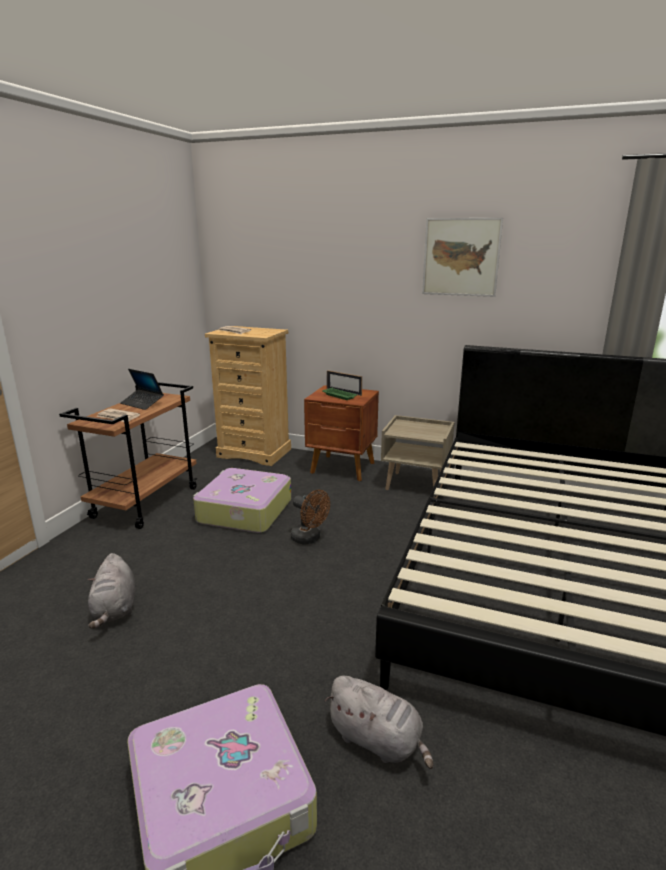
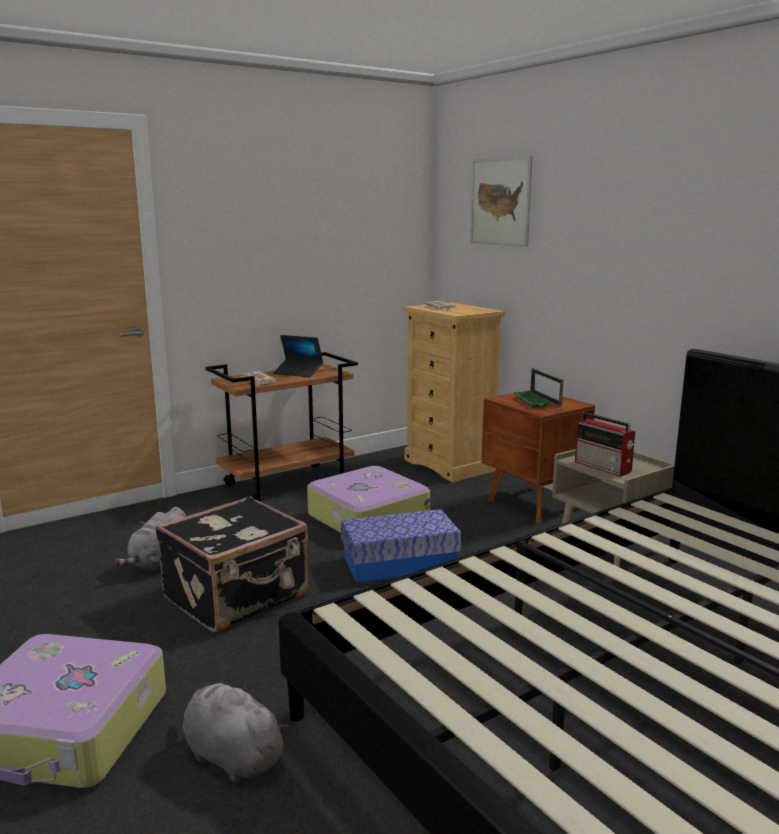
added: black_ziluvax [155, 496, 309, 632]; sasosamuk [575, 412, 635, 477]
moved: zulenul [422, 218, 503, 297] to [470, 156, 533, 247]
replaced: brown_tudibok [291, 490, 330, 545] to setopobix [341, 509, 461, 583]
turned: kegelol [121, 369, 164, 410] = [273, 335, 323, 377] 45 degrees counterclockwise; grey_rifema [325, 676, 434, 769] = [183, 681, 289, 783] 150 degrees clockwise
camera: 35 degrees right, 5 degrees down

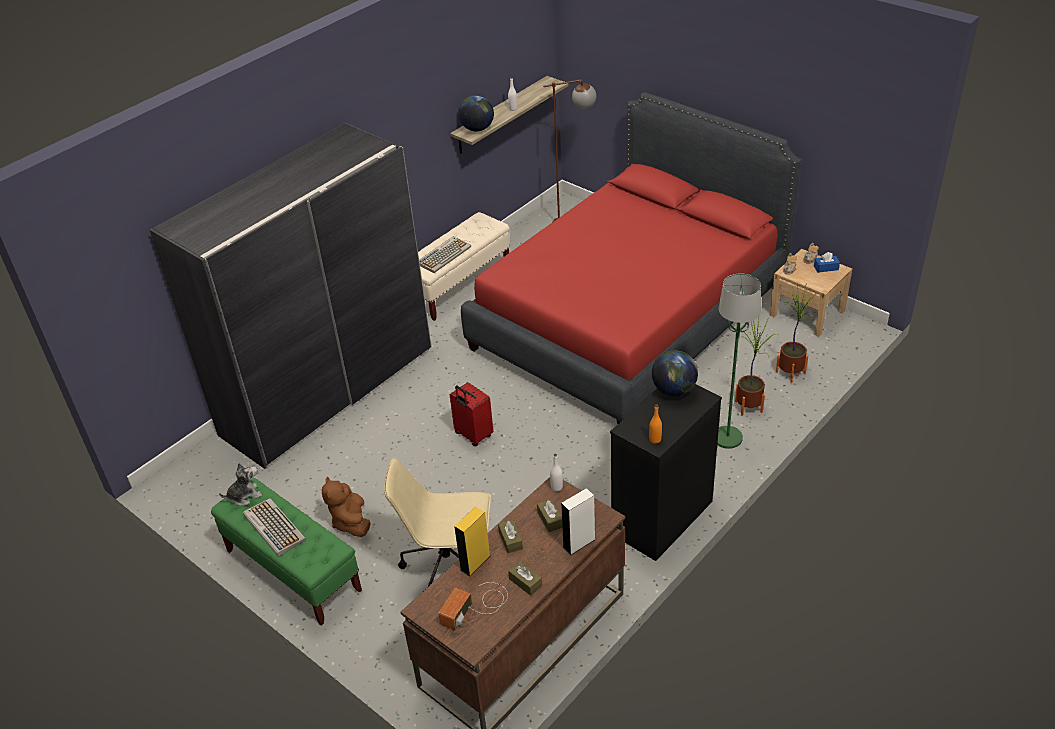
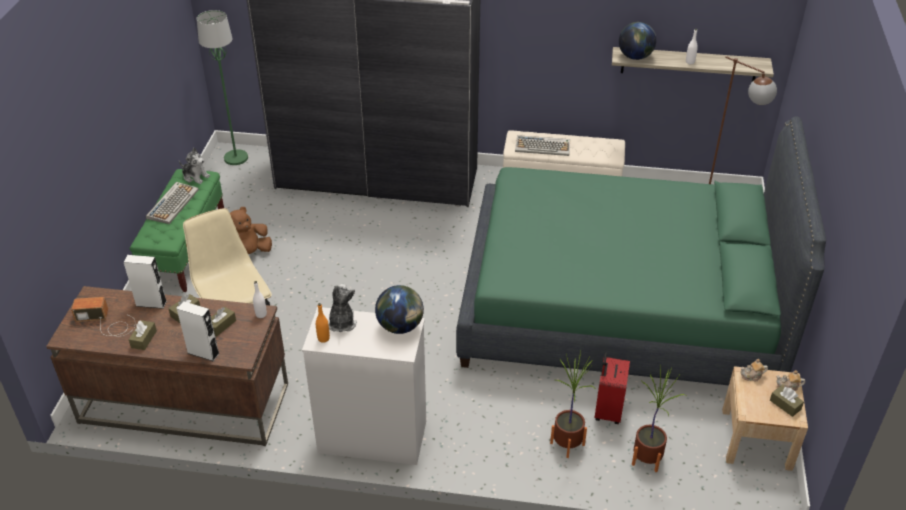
added: rifema [328, 284, 357, 332]
moved: red_ziluvax [450, 382, 493, 446] to [595, 352, 630, 424]; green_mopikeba [717, 273, 761, 449] to [197, 10, 248, 165]
recoloured: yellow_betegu [454, 507, 490, 577] to white_betegu [124, 255, 167, 309]; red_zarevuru [461, 92, 801, 424] to green_zarevuru [456, 116, 826, 385]; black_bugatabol [610, 384, 722, 561] to white_bugatabol [302, 307, 426, 465]; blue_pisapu [814, 252, 840, 273] to brown_pisapu [770, 386, 804, 417]
camera: 55 degrees right, 0 degrees up

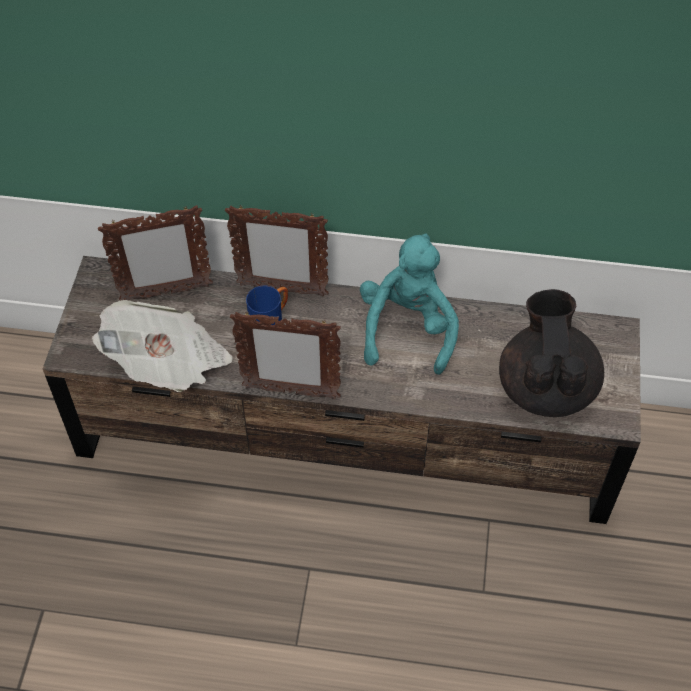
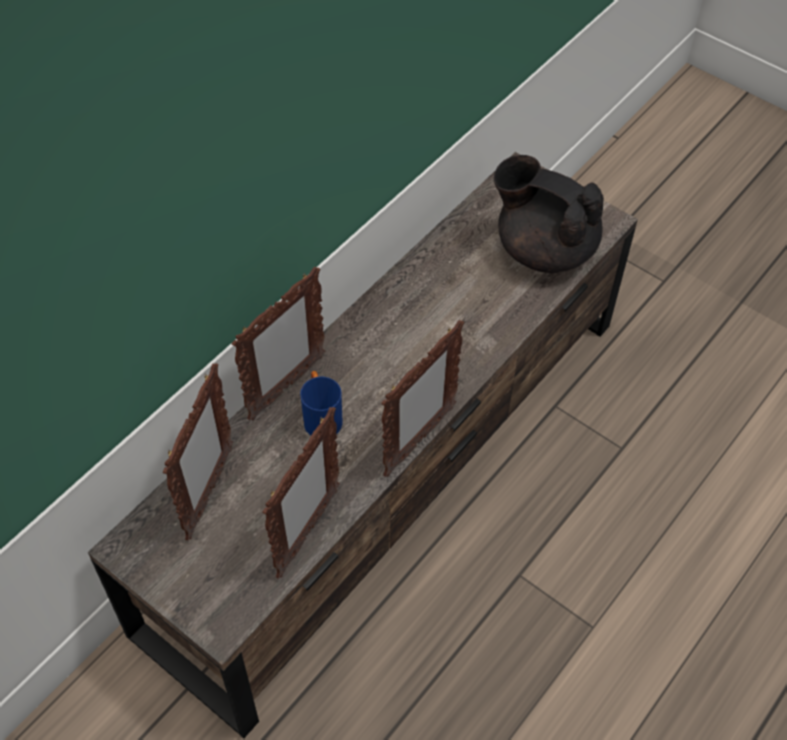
removed: turquoise_rifema [360, 233, 459, 375]
replaced: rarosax [92, 300, 233, 392] to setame [262, 407, 340, 579]
camera: 60 degrees left, 0 degrees up

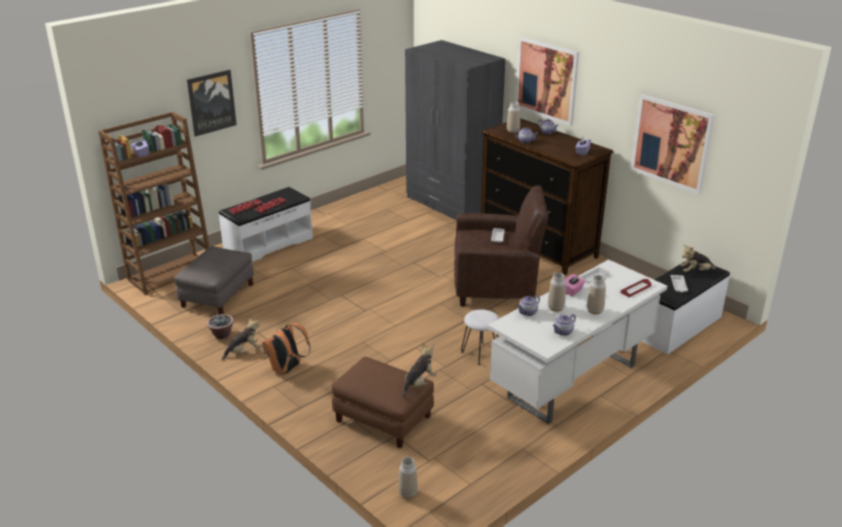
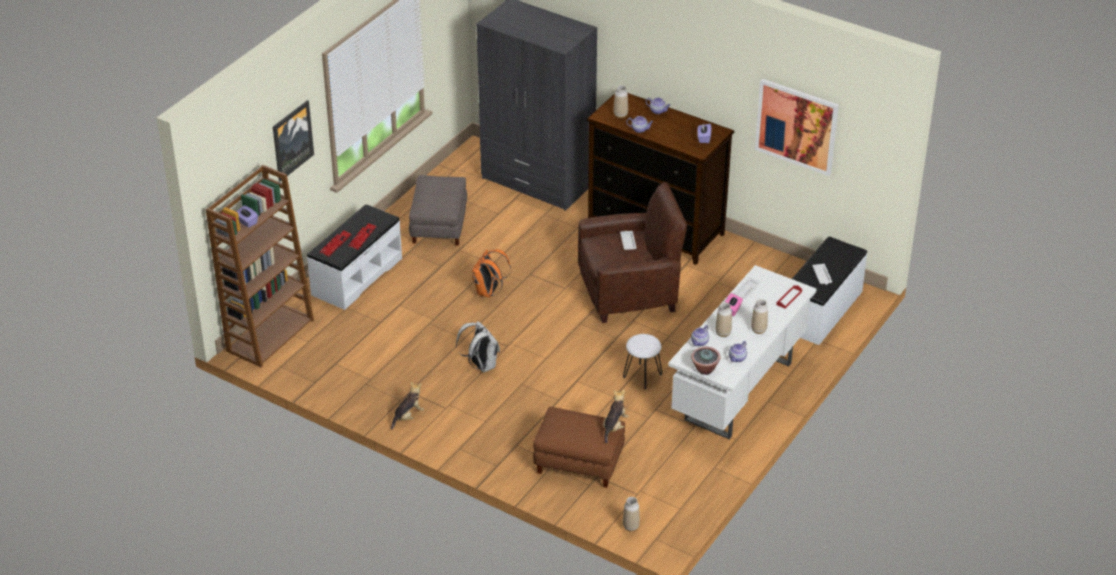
removed: zulenul [515, 36, 579, 126]; rifema [680, 245, 717, 272]
added: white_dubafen [456, 321, 500, 372]
moved: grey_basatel [174, 246, 254, 315] to [409, 175, 467, 246]; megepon [207, 314, 234, 339] to [691, 347, 721, 375]; orange_dubafen [262, 323, 311, 375] to [472, 249, 511, 298]
camera: 15 degrees left, 10 degrees up

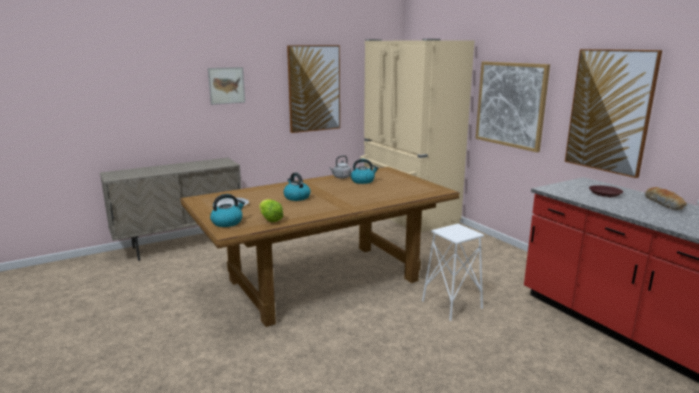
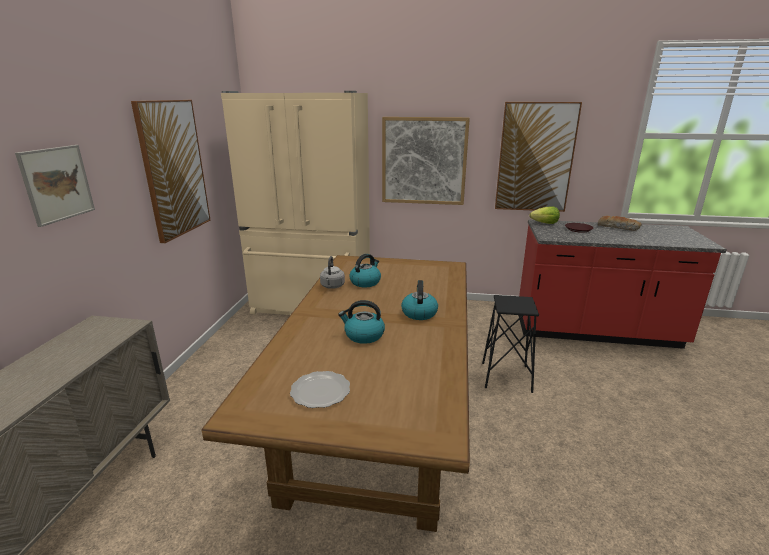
moved: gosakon [210, 194, 245, 227] to [401, 280, 438, 320]; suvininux [259, 199, 284, 222] to [529, 206, 560, 224]
recoloured: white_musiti [422, 224, 484, 321] to black_musiti [482, 295, 539, 393]
camera: 50 degrees left, 5 degrees up

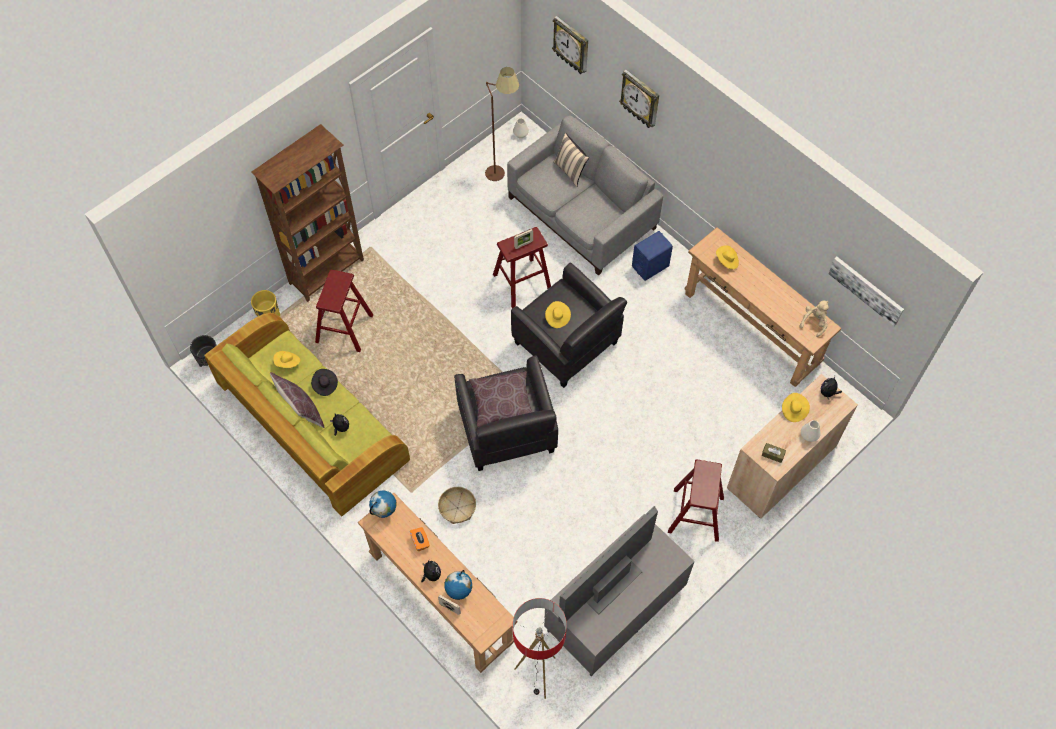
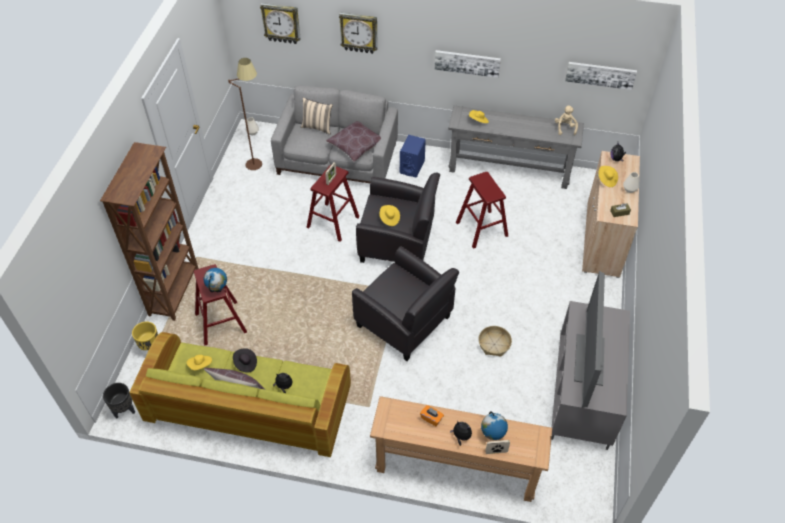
removed: mopikeba [513, 598, 567, 699]
added: zulenul [435, 50, 501, 78]
moved: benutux [369, 491, 397, 518] to [204, 268, 227, 292]; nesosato [438, 487, 476, 524] to [479, 326, 512, 357]; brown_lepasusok [469, 371, 532, 427] to [326, 121, 381, 162]; red_musiti [668, 460, 724, 542] to [456, 172, 508, 249]
recoloured: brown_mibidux [684, 227, 842, 387] to grey_mibidux [448, 106, 584, 189]
camera: 35 degrees left, 10 degrees down

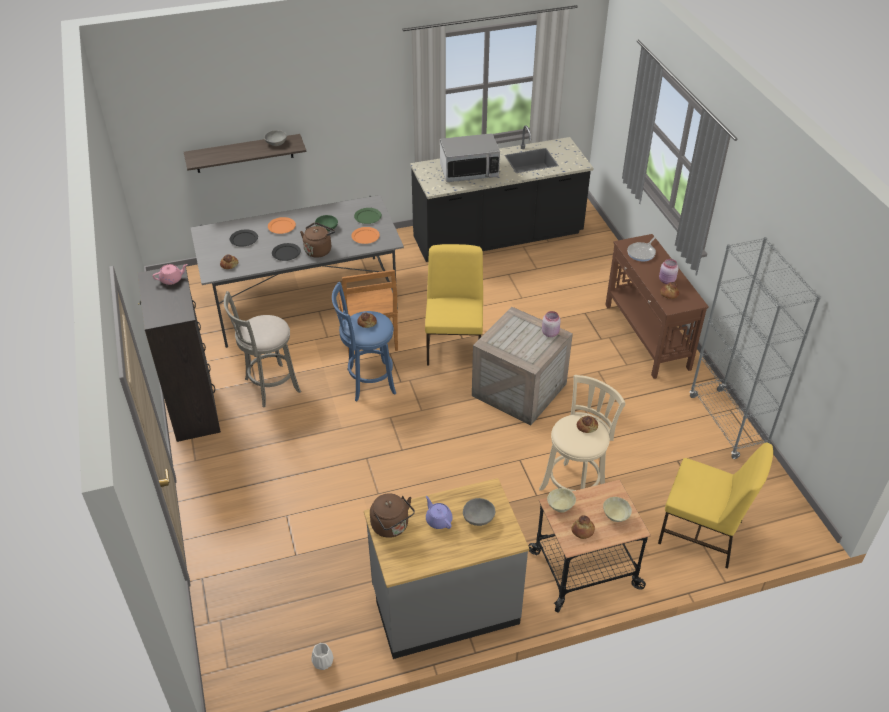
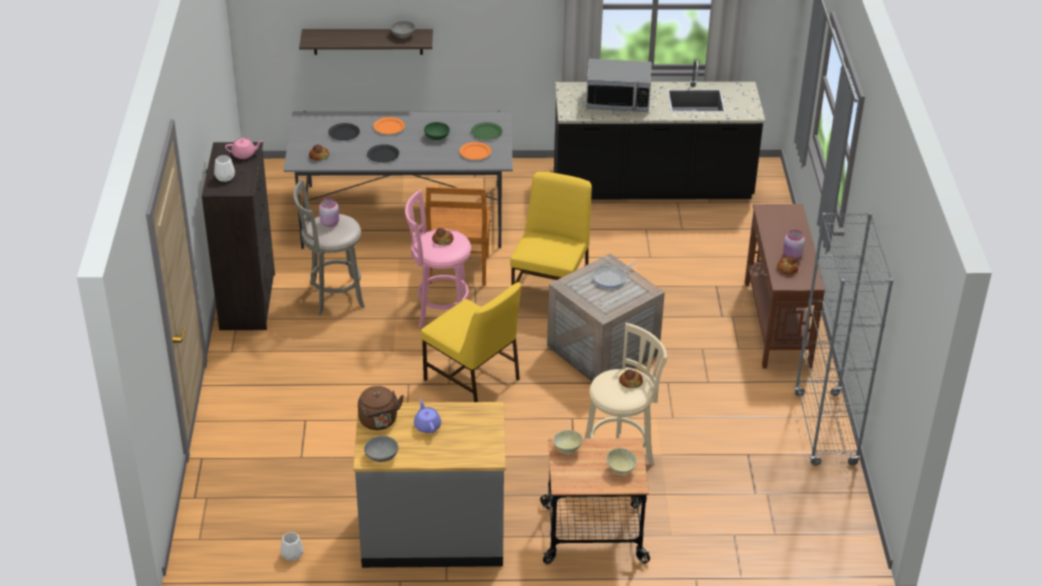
removed: brown_gosakon [300, 222, 335, 258]; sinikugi [571, 515, 595, 539]
added: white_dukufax [214, 155, 235, 182]
moved: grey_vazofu [463, 498, 495, 526] to [364, 436, 398, 462]; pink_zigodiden [542, 311, 561, 337] to [319, 198, 339, 227]; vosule [627, 236, 656, 261] to [593, 262, 637, 289]; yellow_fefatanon [658, 443, 773, 569] to [421, 282, 521, 402]
recoloured: blue_musiti [332, 282, 396, 401] to pink_musiti [405, 190, 471, 328]
camera: 15 degrees right, 5 degrees down

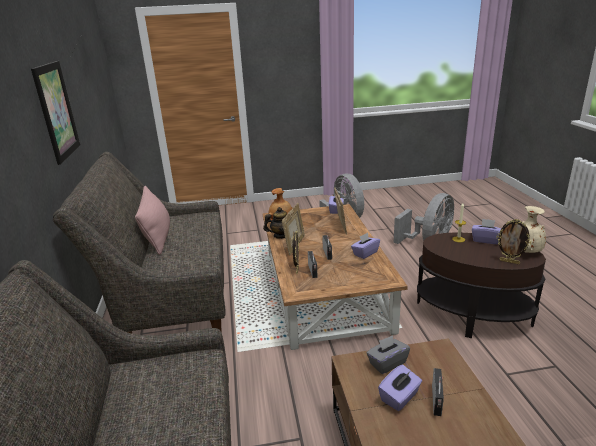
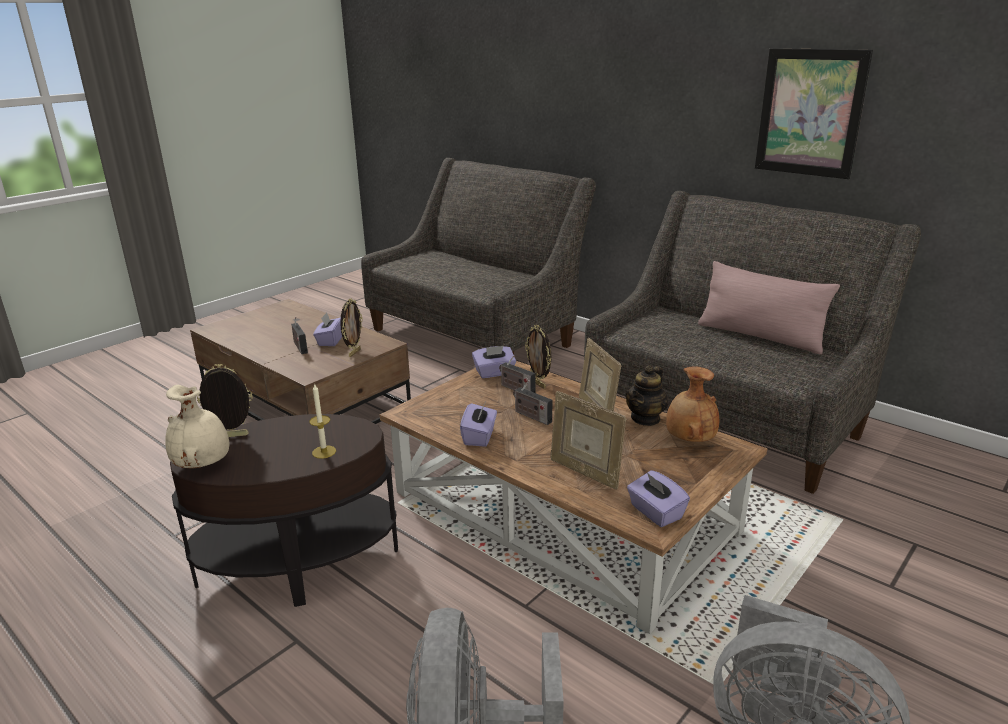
moved: purple_pisapu [472, 219, 502, 244] to [472, 346, 516, 378]
replaced: grey_pisapu [366, 335, 410, 374] to setame [340, 298, 363, 357]
camera: 140 degrees right, 0 degrees up

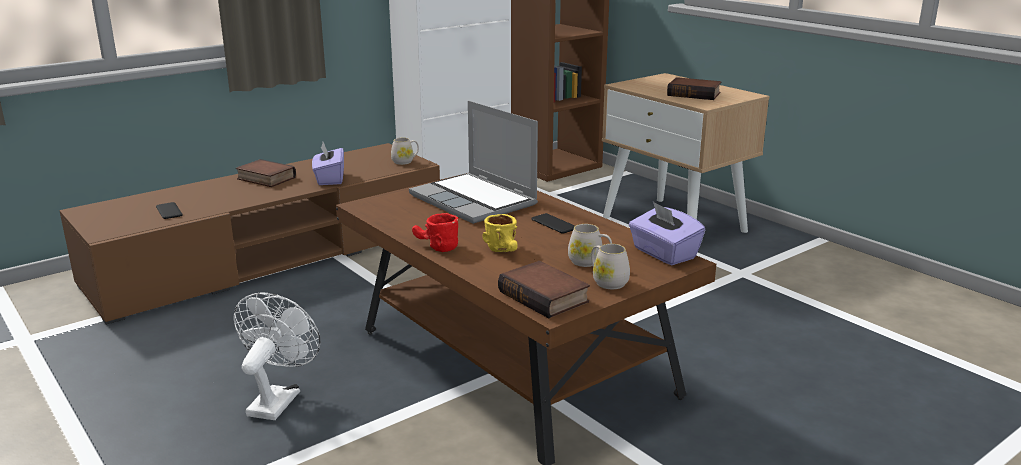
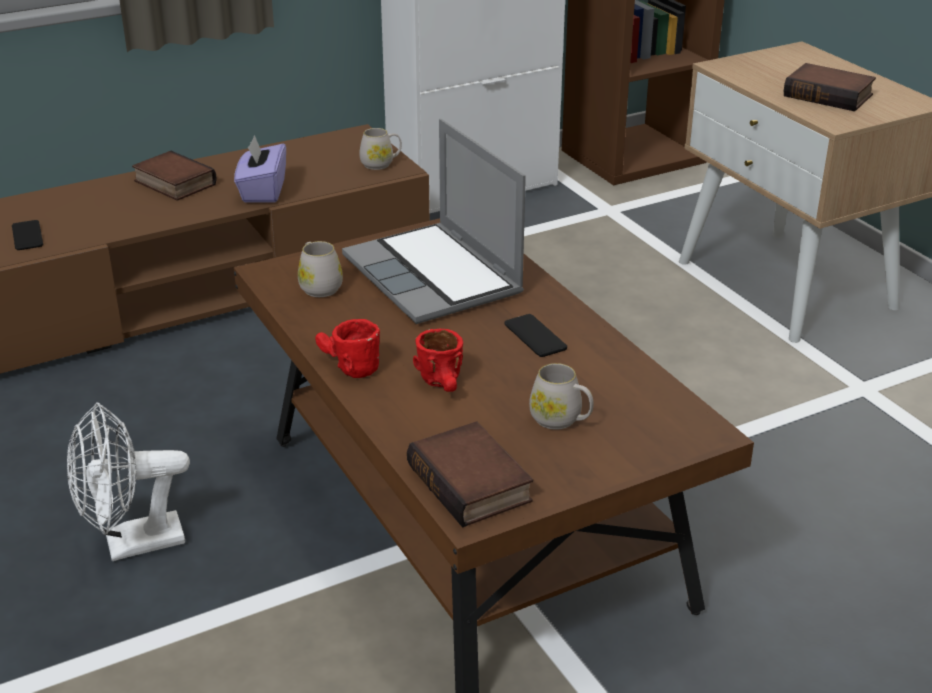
removed: purple_pisapu [629, 202, 705, 265]
moved: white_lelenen [591, 244, 630, 289] to [298, 241, 343, 297]
recoloured: yellow_lelenen [482, 214, 518, 253] to red_lelenen [413, 329, 463, 392]
turned: white_tudibok [233, 293, 321, 420] = [67, 402, 190, 561] 135 degrees counterclockwise
camera: 10 degrees right, 10 degrees up

